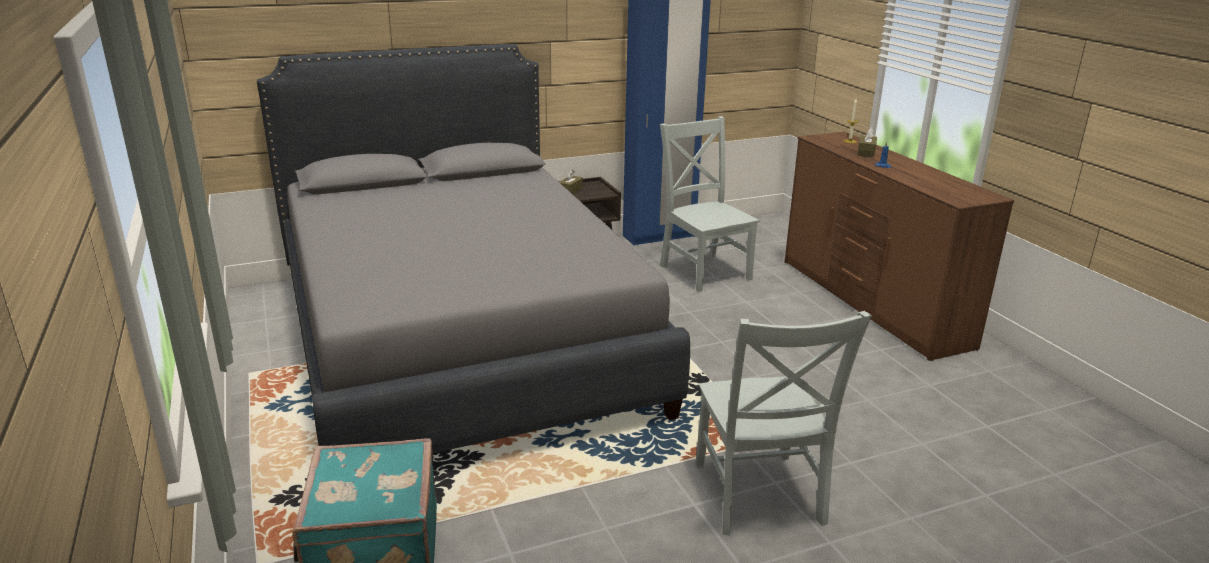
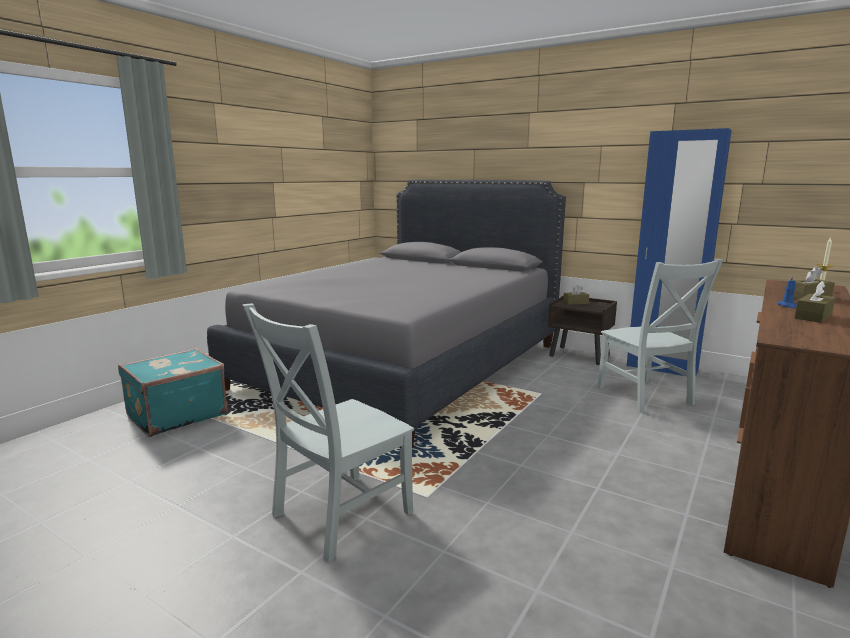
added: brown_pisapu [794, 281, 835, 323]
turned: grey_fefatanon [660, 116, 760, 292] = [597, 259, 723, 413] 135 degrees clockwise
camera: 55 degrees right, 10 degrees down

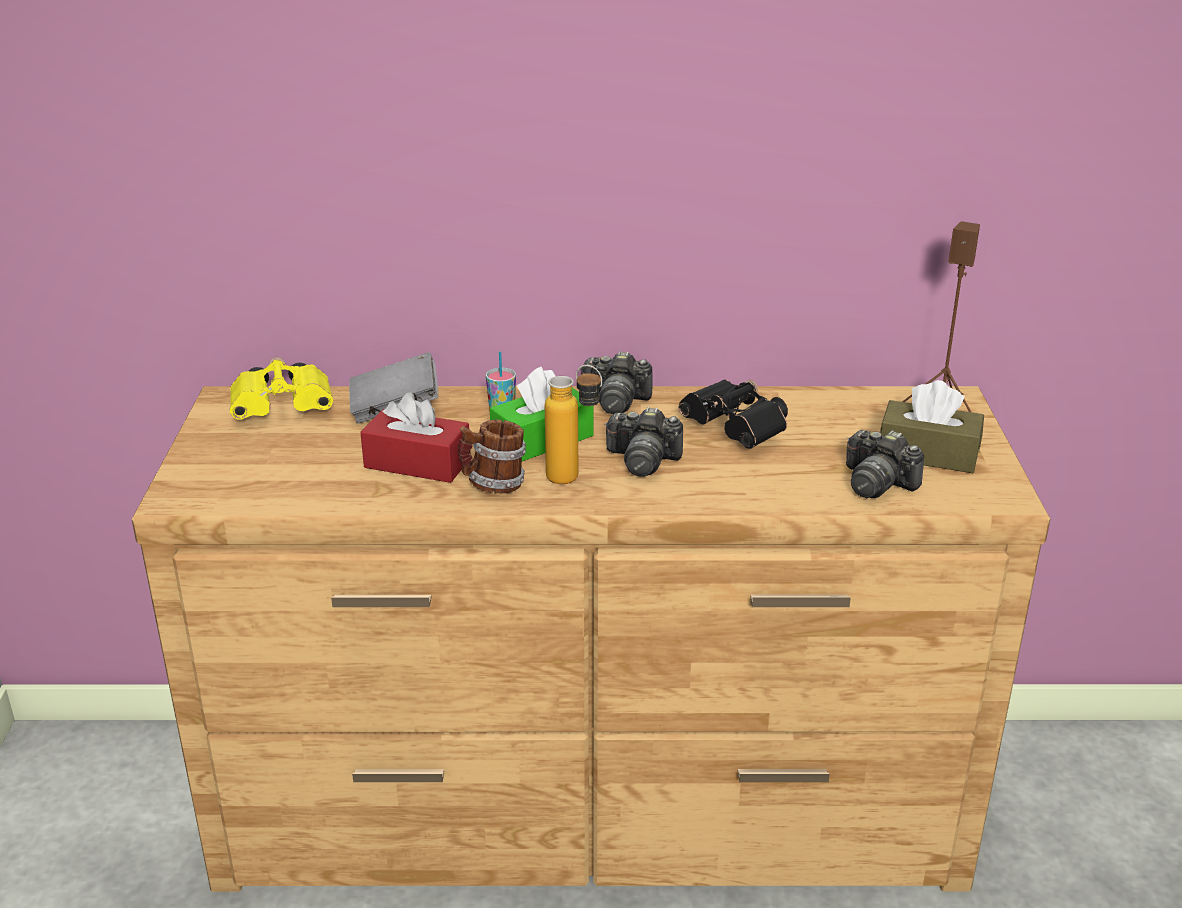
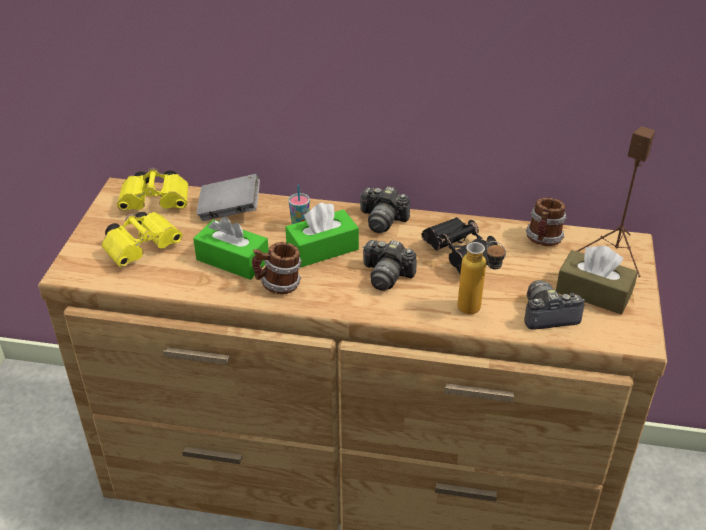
added: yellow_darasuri [101, 212, 183, 267]; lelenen [526, 198, 567, 246]
moved: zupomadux [545, 365, 602, 484] to [457, 241, 506, 314]
recoloured: red_pisapu [360, 392, 470, 483] to green_pisapu [193, 217, 269, 280]
turned: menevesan [846, 430, 924, 498] = [524, 280, 584, 330] 120 degrees clockwise
camera: 10 degrees right, 10 degrees up

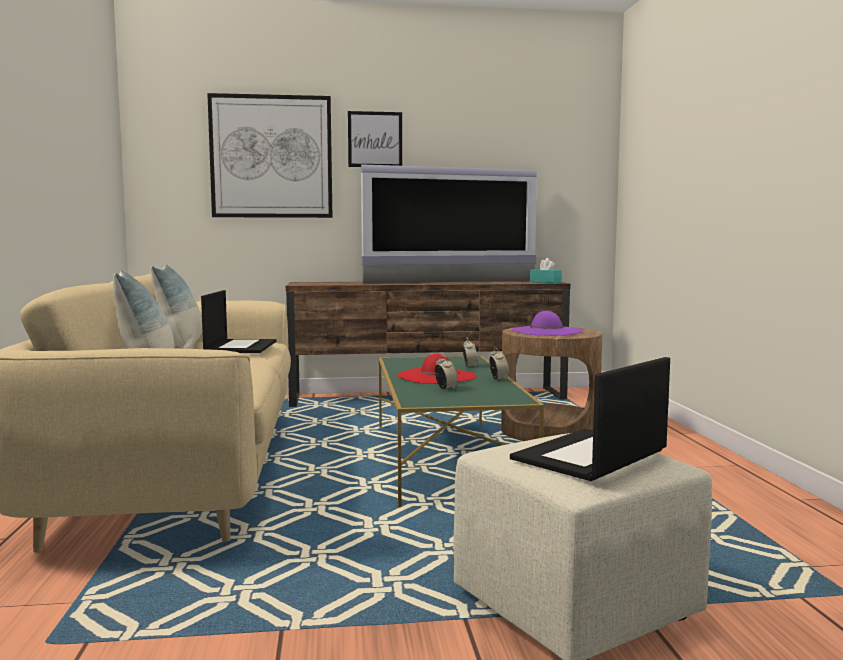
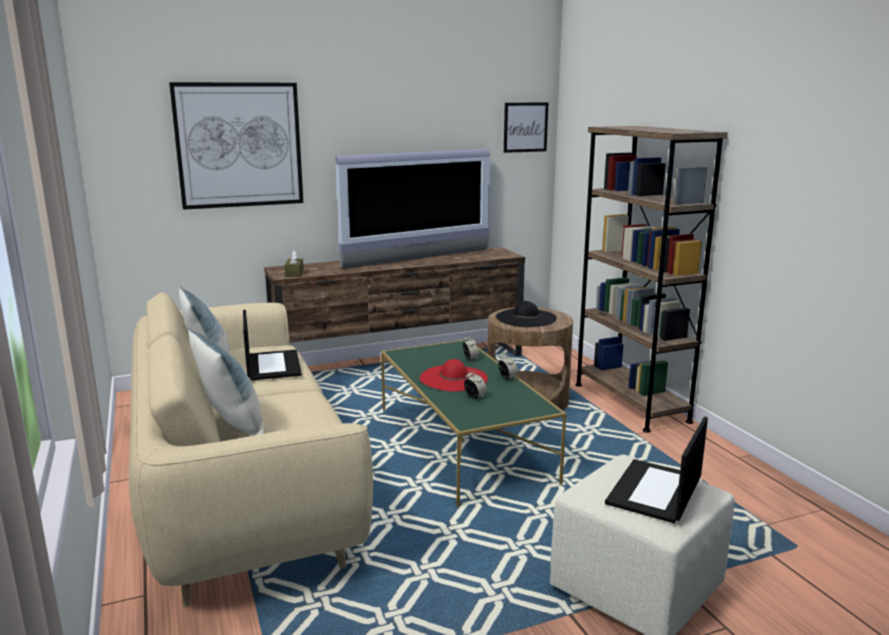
removed: turquoise_pisapu [530, 258, 562, 283]
added: brown_pisapu [284, 250, 304, 277]; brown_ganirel [575, 126, 728, 433]
moved: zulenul [348, 111, 402, 167] to [504, 102, 548, 153]
recoloured: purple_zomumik [512, 311, 583, 336] to black_zomumik [496, 301, 557, 327]
camera: 15 degrees left, 10 degrees up

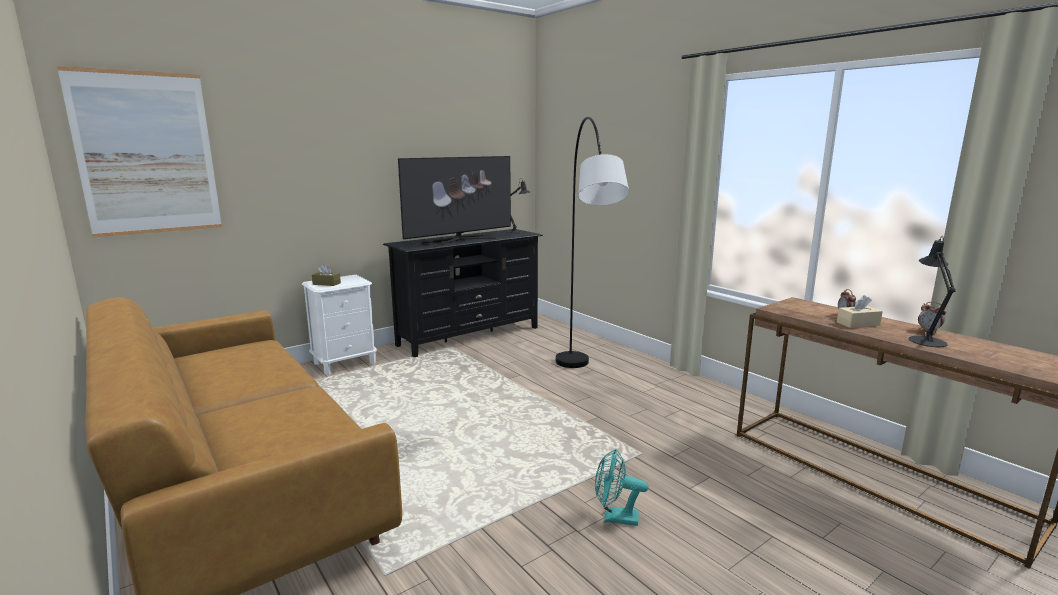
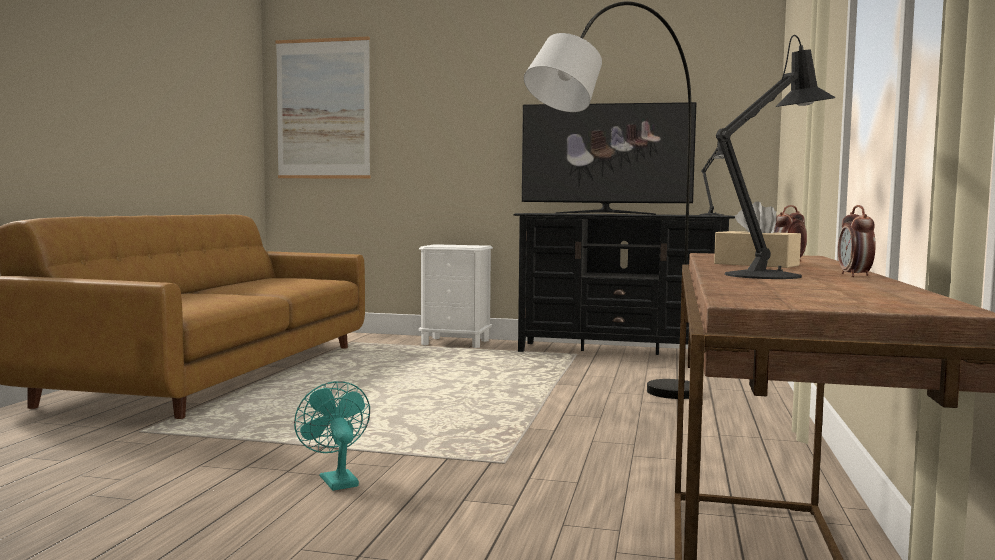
removed: brown_pisapu [312, 264, 341, 286]
camera: 50 degrees right, 10 degrees down

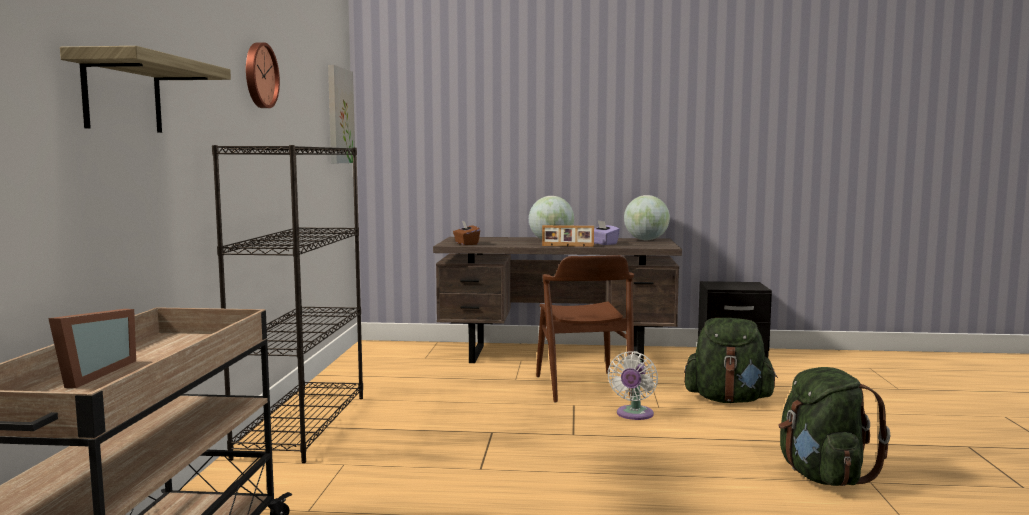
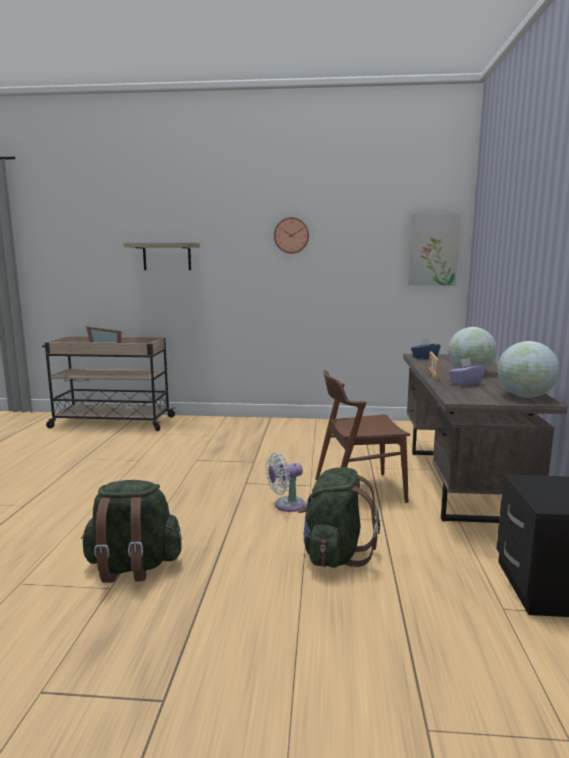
removed: black_ganirel [212, 145, 363, 463]
recoloured: brown_pisapu [453, 220, 480, 245] to blue_pisapu [411, 338, 441, 359]
turned: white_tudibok [607, 351, 658, 420] = [266, 452, 305, 512] 45 degrees counterclockwise
camera: 90 degrees right, 5 degrees up

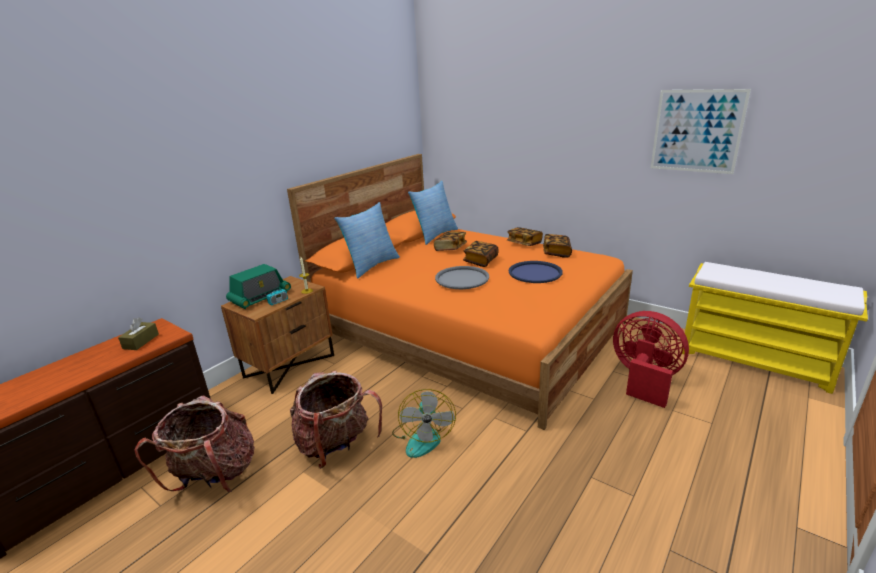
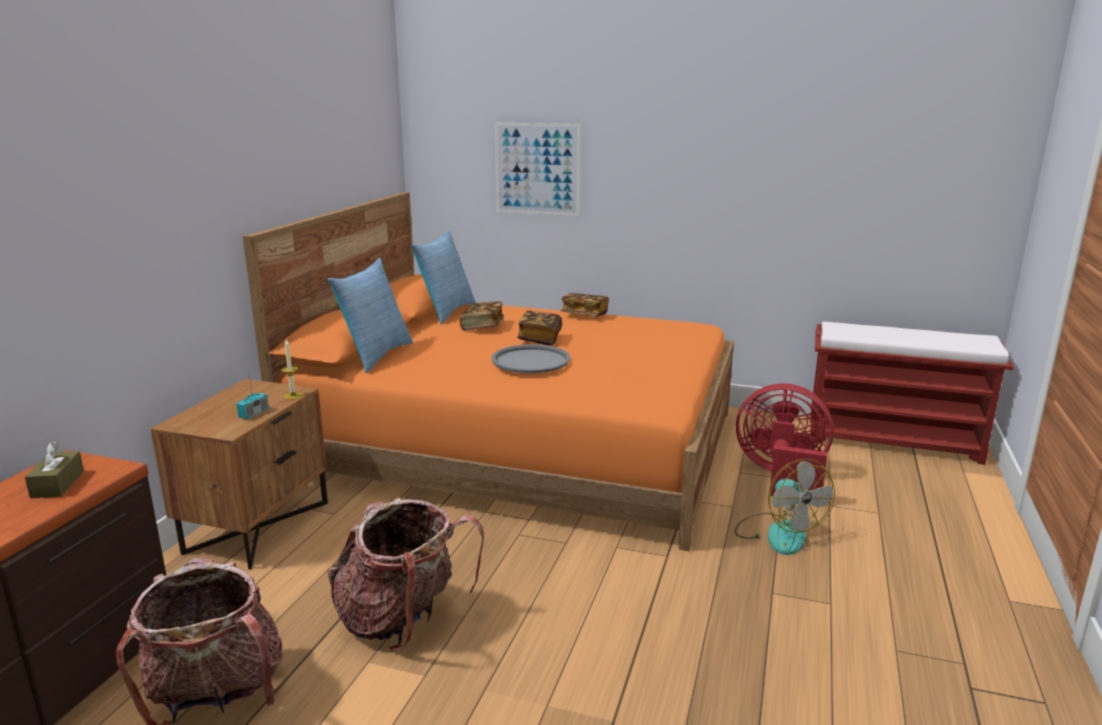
removed: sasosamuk [226, 264, 291, 309]; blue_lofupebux [508, 261, 563, 283]; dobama [543, 234, 572, 258]
moved: tudibok [392, 389, 456, 458] to [734, 459, 835, 555]; zulenul [651, 89, 751, 174] to [495, 123, 581, 216]
recoloured: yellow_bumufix [681, 262, 868, 394] to red_bumufix [810, 321, 1014, 465]
camera: 20 degrees left, 5 degrees down

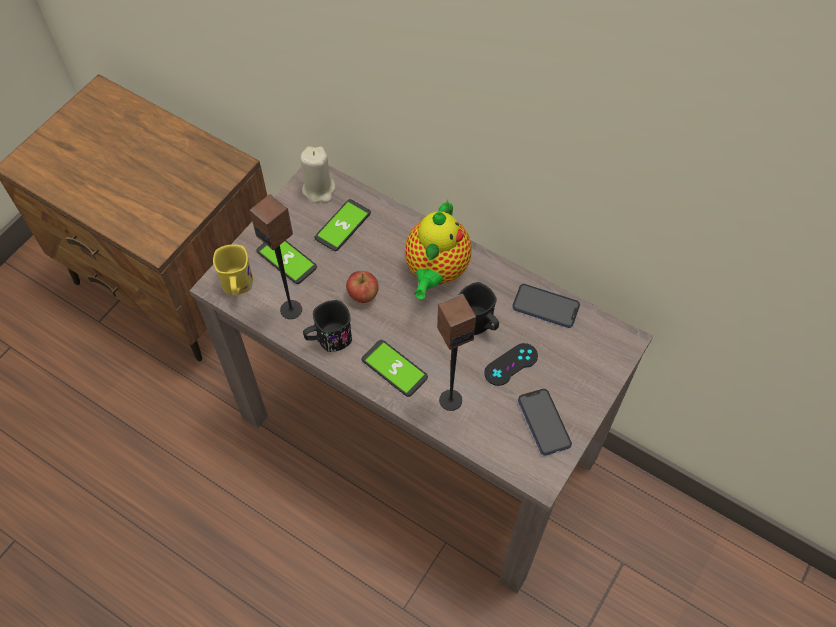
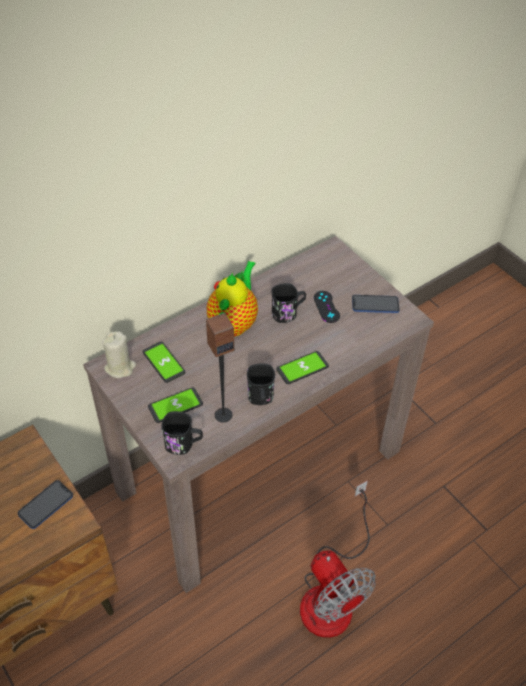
removed: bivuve [346, 271, 379, 303]; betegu [437, 294, 476, 411]
added: tudibok [300, 480, 376, 638]
moved: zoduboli [512, 284, 580, 328] to [18, 480, 73, 529]
recoloured: yellow_lelenen [213, 244, 253, 295] to black_lelenen [161, 411, 203, 455]
turned: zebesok [405, 199, 472, 299] = [207, 261, 258, 337] 105 degrees counterclockwise
camera: 70 degrees left, 10 degrees down

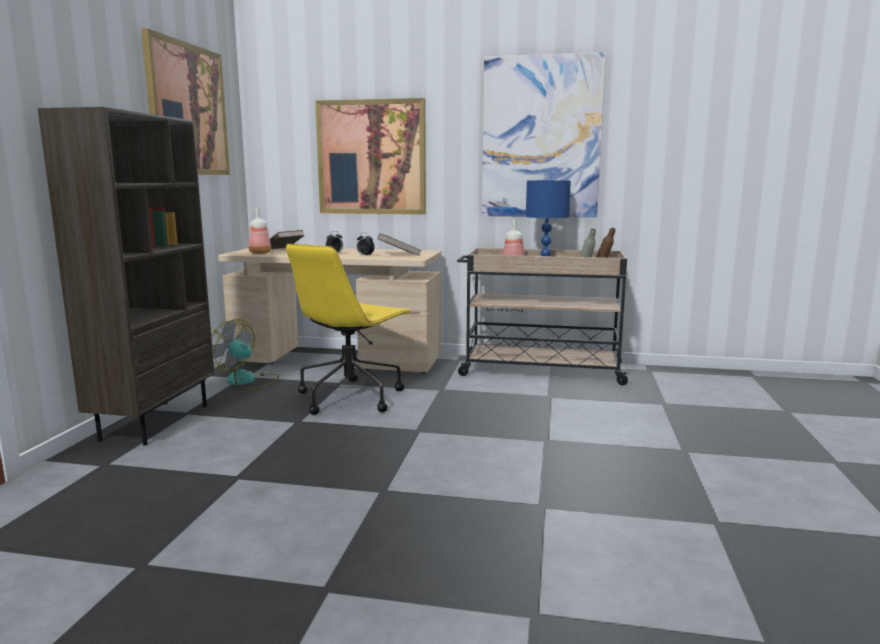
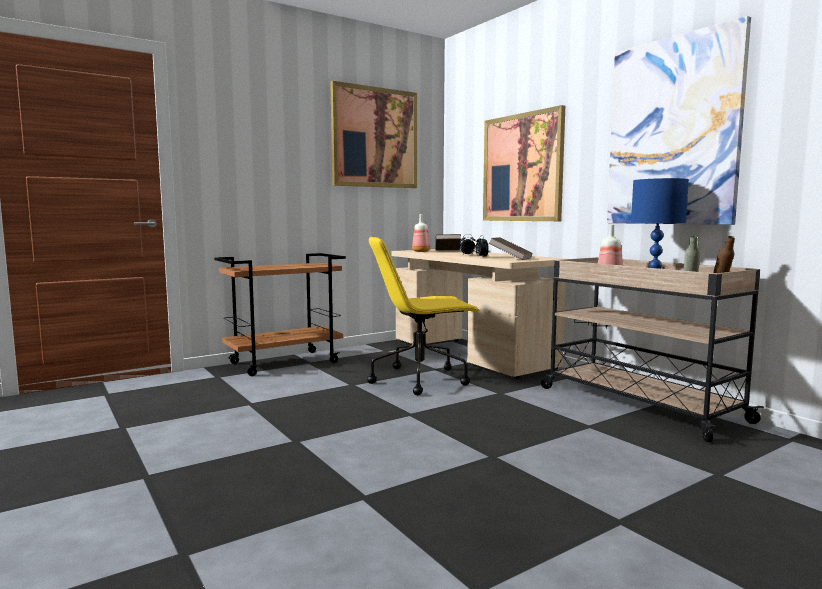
removed: tudibok [211, 319, 279, 389]
replaced: brown_ganirel [38, 107, 214, 445] to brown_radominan [214, 253, 346, 376]
camera: 45 degrees right, 5 degrees down

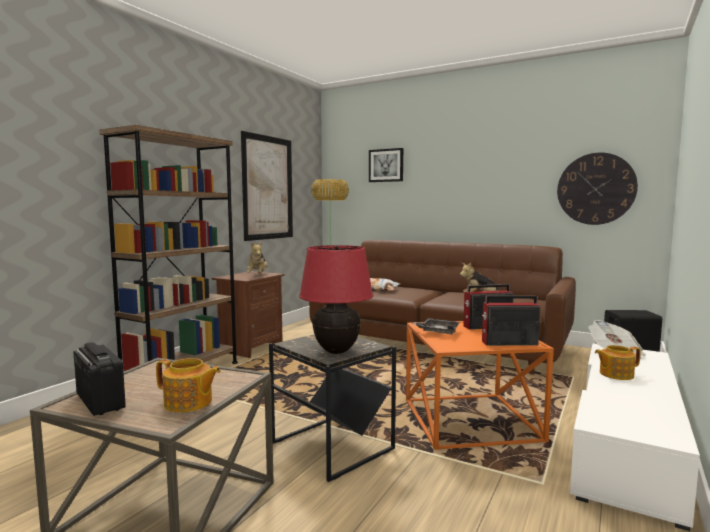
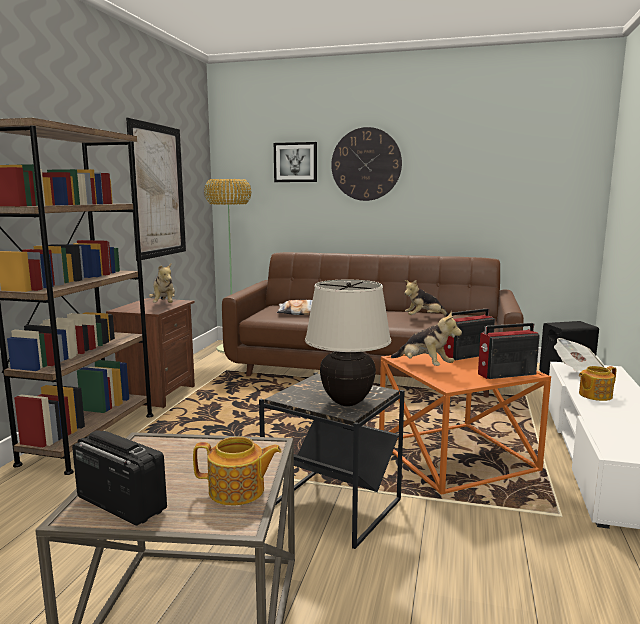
moved: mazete [557, 152, 638, 225] to [331, 127, 402, 201]
replaced: grey_lofupebux [413, 318, 460, 334] to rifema [391, 311, 462, 366]
recoloured: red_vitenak [299, 245, 374, 354] to beige_vitenak [305, 280, 391, 406]
camera: 15 degrees left, 5 degrees up

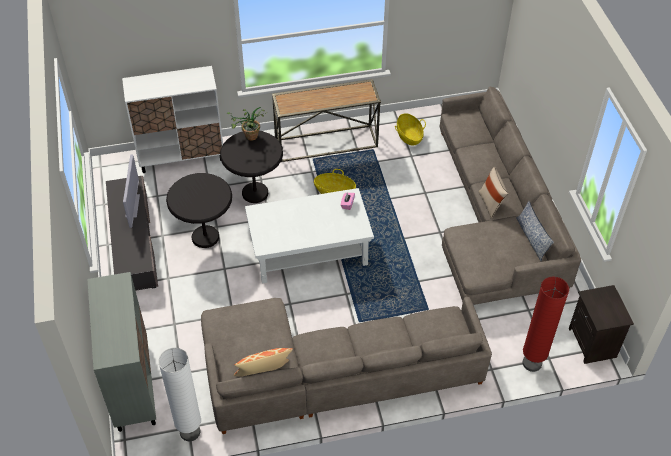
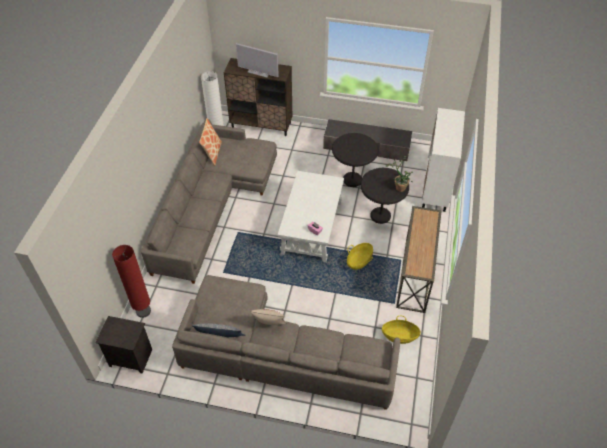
moved: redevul [123, 154, 140, 228] to [236, 43, 279, 78]
recoloured: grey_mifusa [87, 272, 156, 432] to brown_mifusa [224, 58, 292, 136]
camera: 115 degrees right, 0 degrees up

